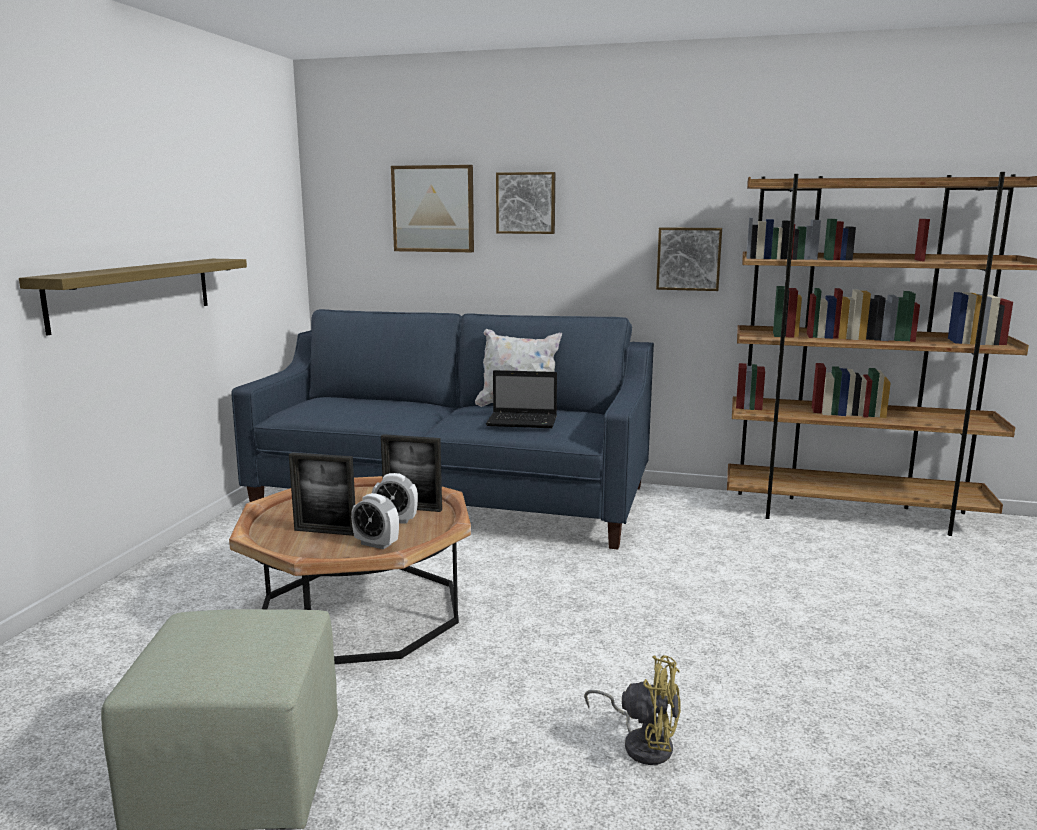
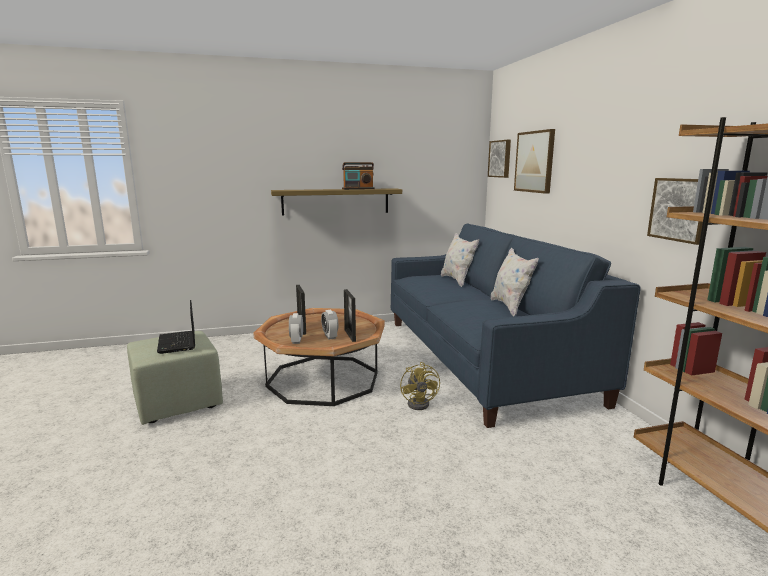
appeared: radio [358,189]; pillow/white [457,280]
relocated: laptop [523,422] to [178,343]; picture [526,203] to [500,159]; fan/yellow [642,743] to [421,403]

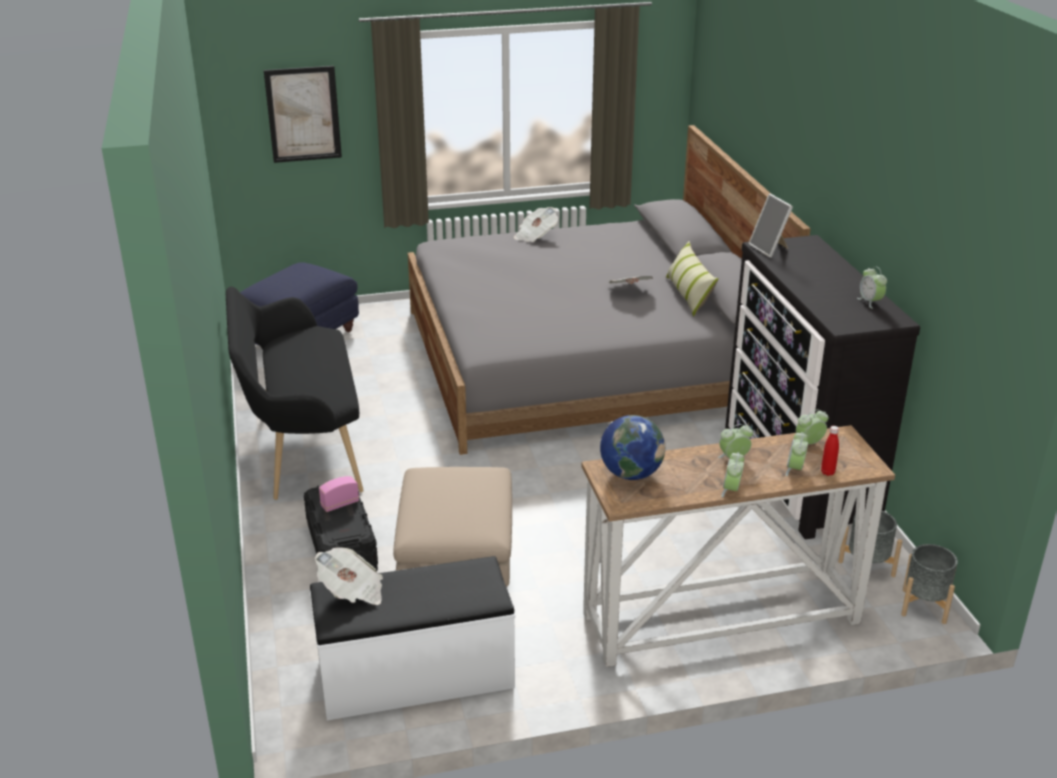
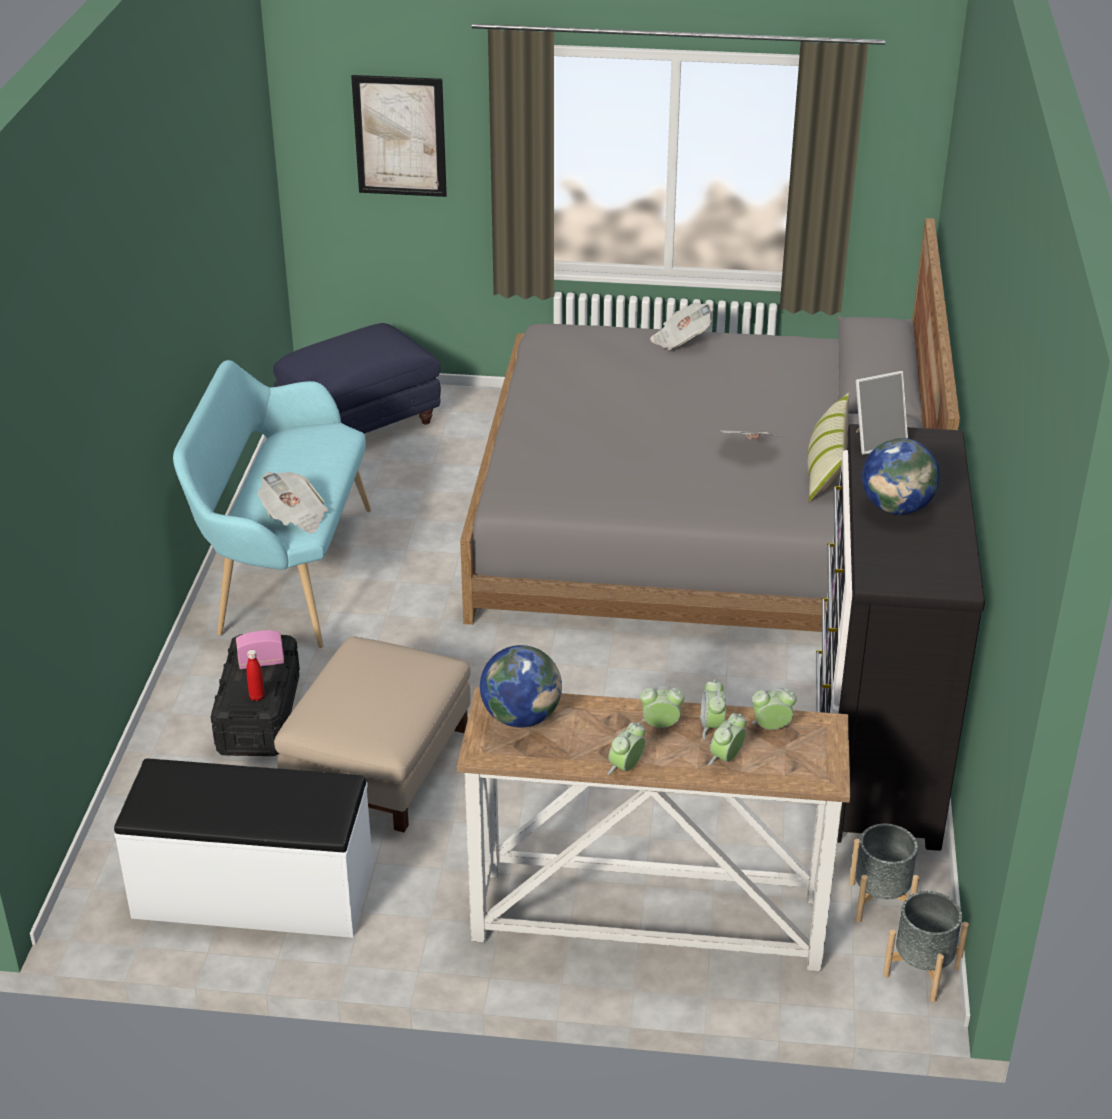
appeared: globe [896,508]
relocated: newspaper [352,591] to [295,517]; bottle/red [827,472] to [257,697]; alarm clock [870,302] to [712,726]
colour: bench/black [302,446] to bench/turquoise [286,572]
spun: picture frame [770,249] = [877,441] 105 degrees counterclockwise

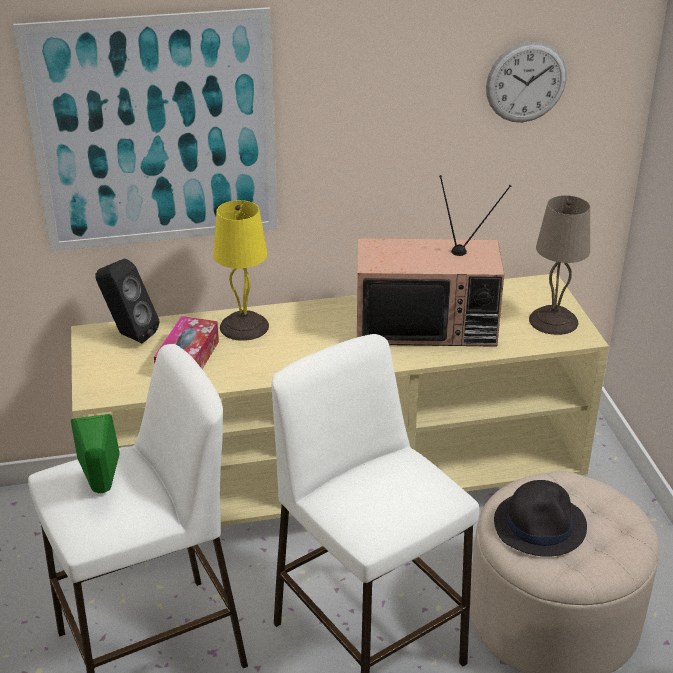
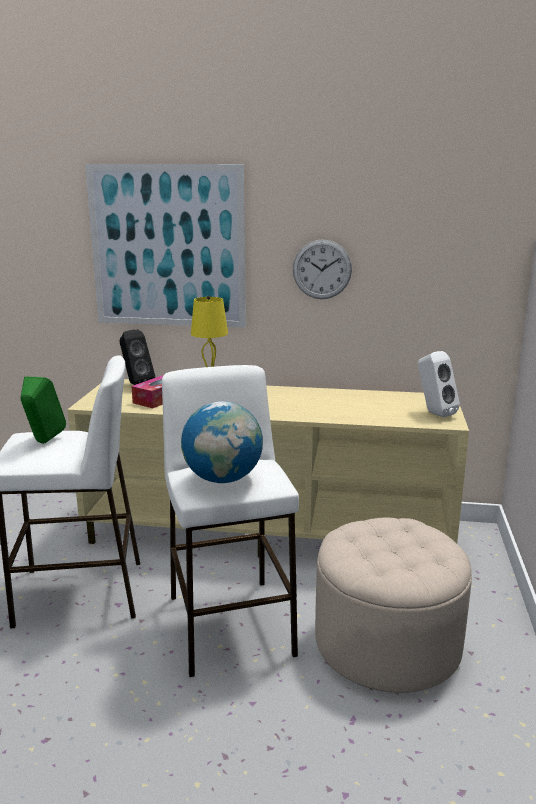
missing: television [427,325]; hat/black [540,524]
appeared: globe [223,479]
relocated: wall clock [526,82] to [322,269]
exchanged: table lamp/beige [553,320] to speaker/white [433,413]

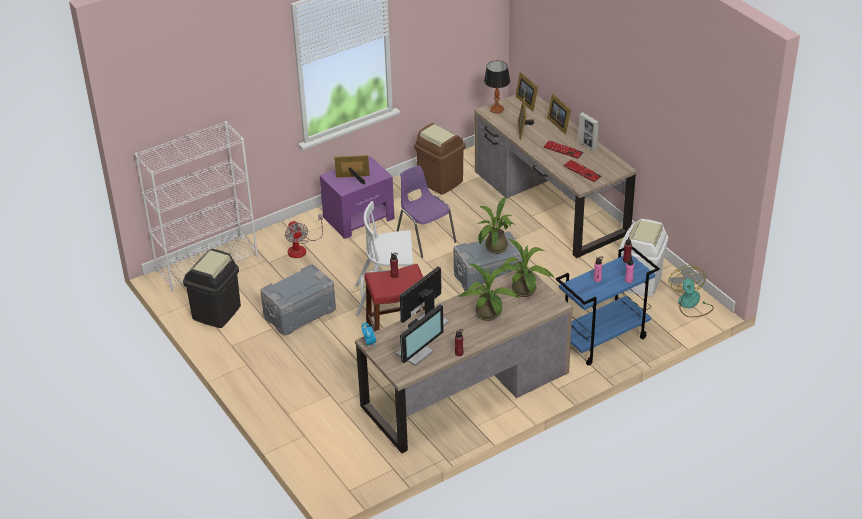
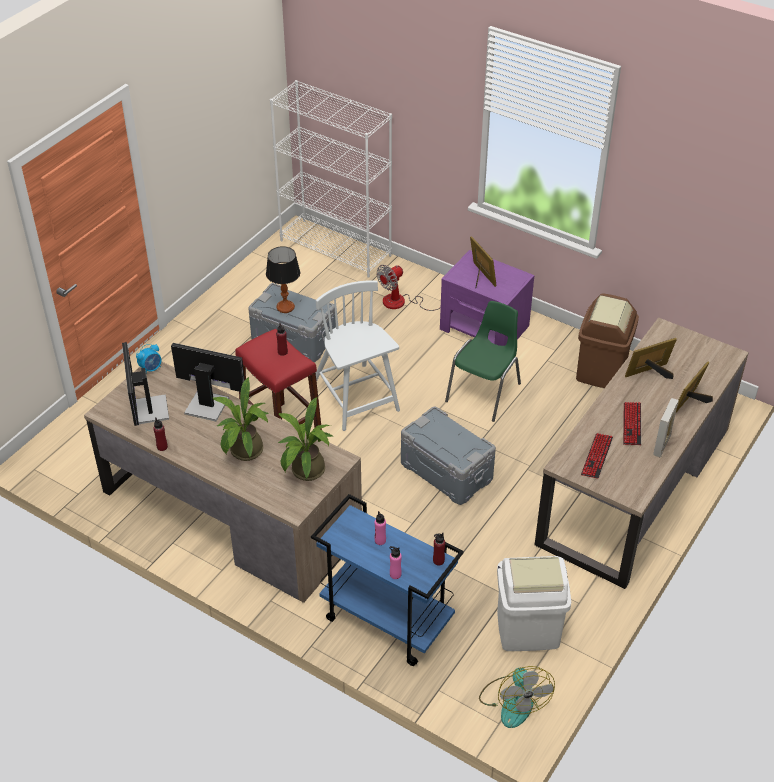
missing: trash can/black [217,313]; potted plant [494,249]; picture frame [527,102]
relocated: table lamp [497,109] to [285,307]
colour: chair/purple [425,237] to chair/green [485,392]
spun: monitor [416,353] = [148,411] 60 degrees clockwise; fan [690,304] = [513,701] 105 degrees clockwise

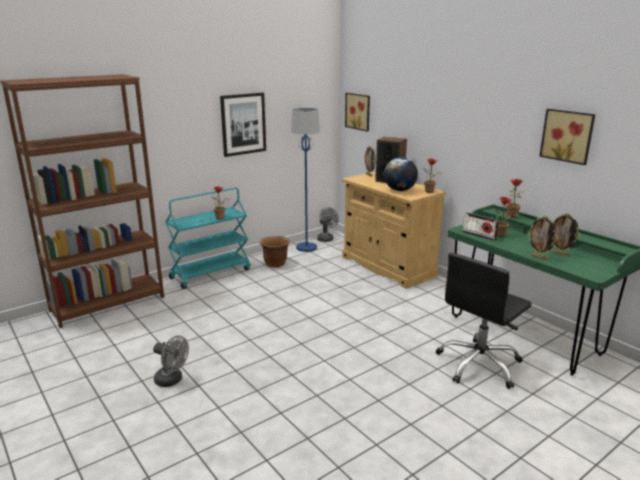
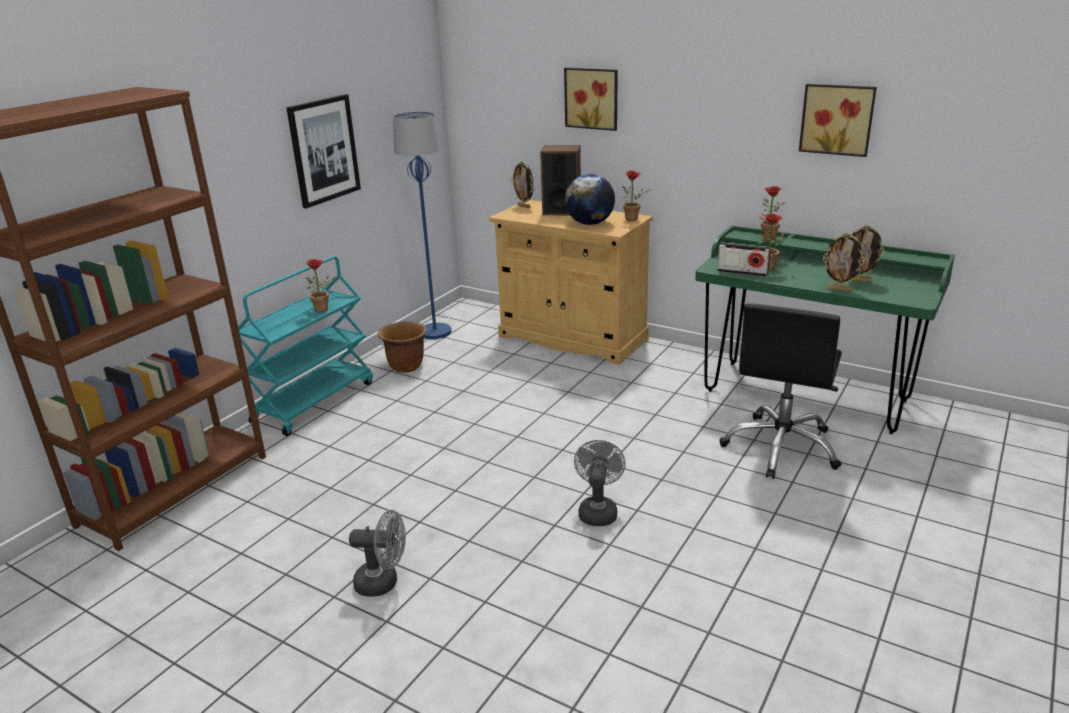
relocated: fan/grey [326,238] to [598,510]; picture [359,111] to [592,98]

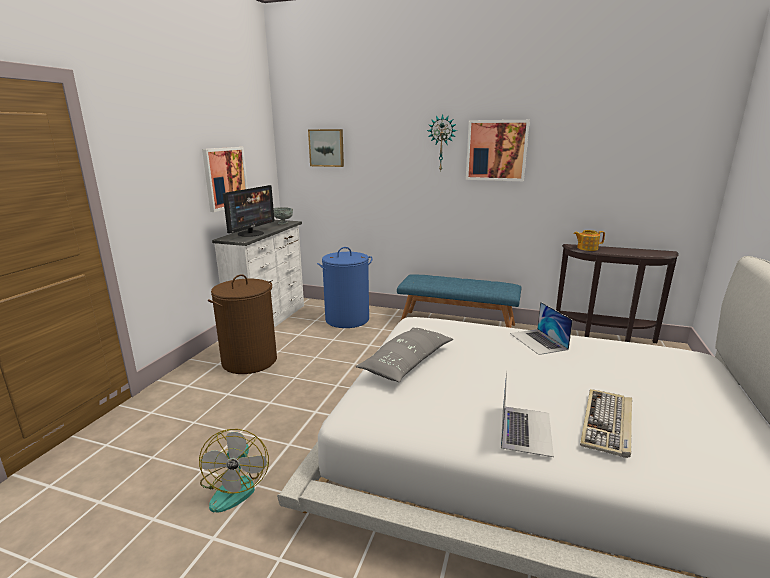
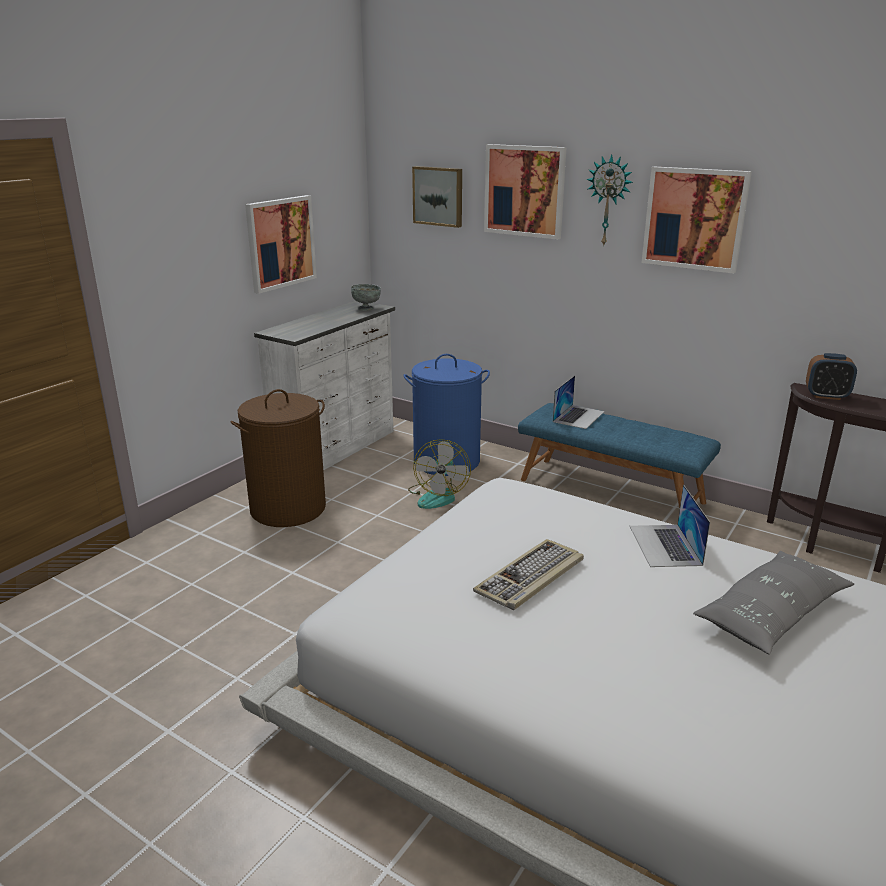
missing: monitor [251,233]
appeared: picture [524,191]
relocated: fan [235,486] to [438,496]; pillow/grey [407,363] to [771,614]; laptop [525,429] to [578,416]; keyboard [607,424] to [530,578]
exchanged: teapot [586,248] to alarm clock [826,396]

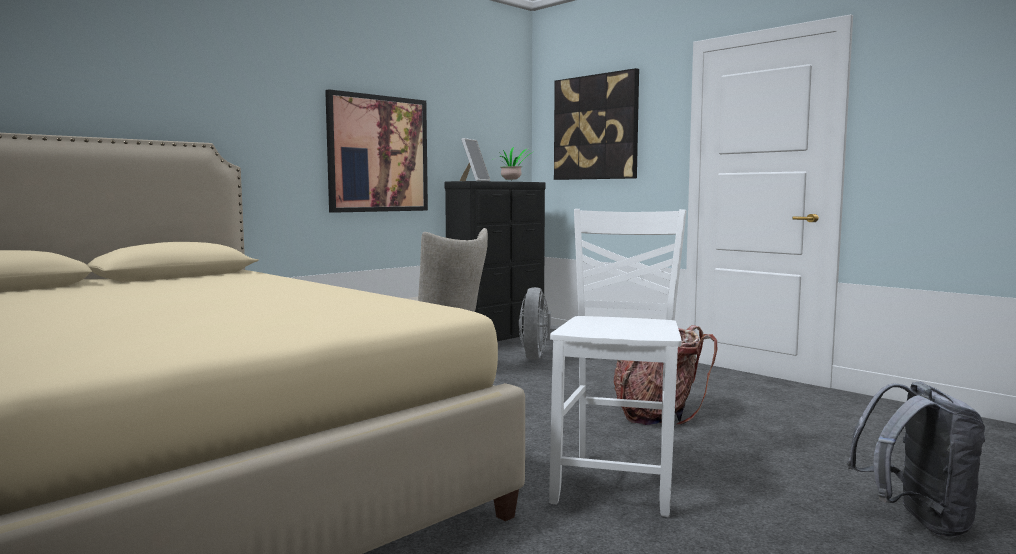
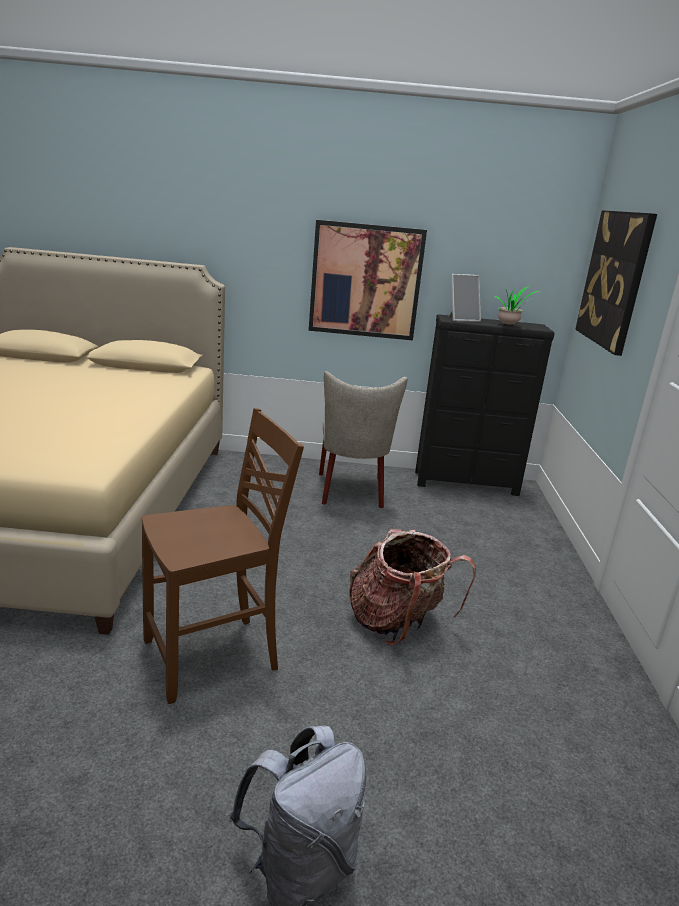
missing: fan/grey [543,358]
colour: chair/white [618,483] to chair/brown [214,656]

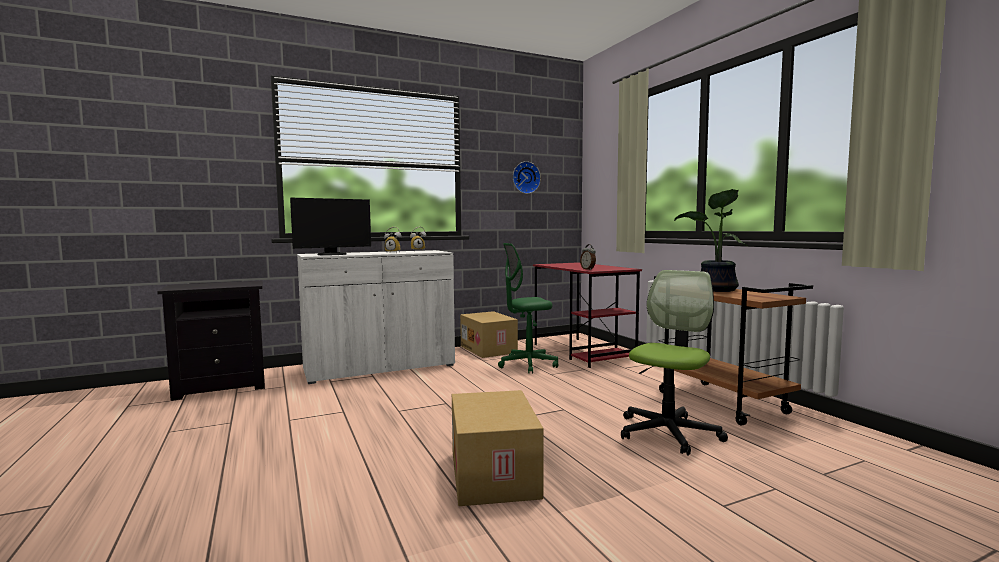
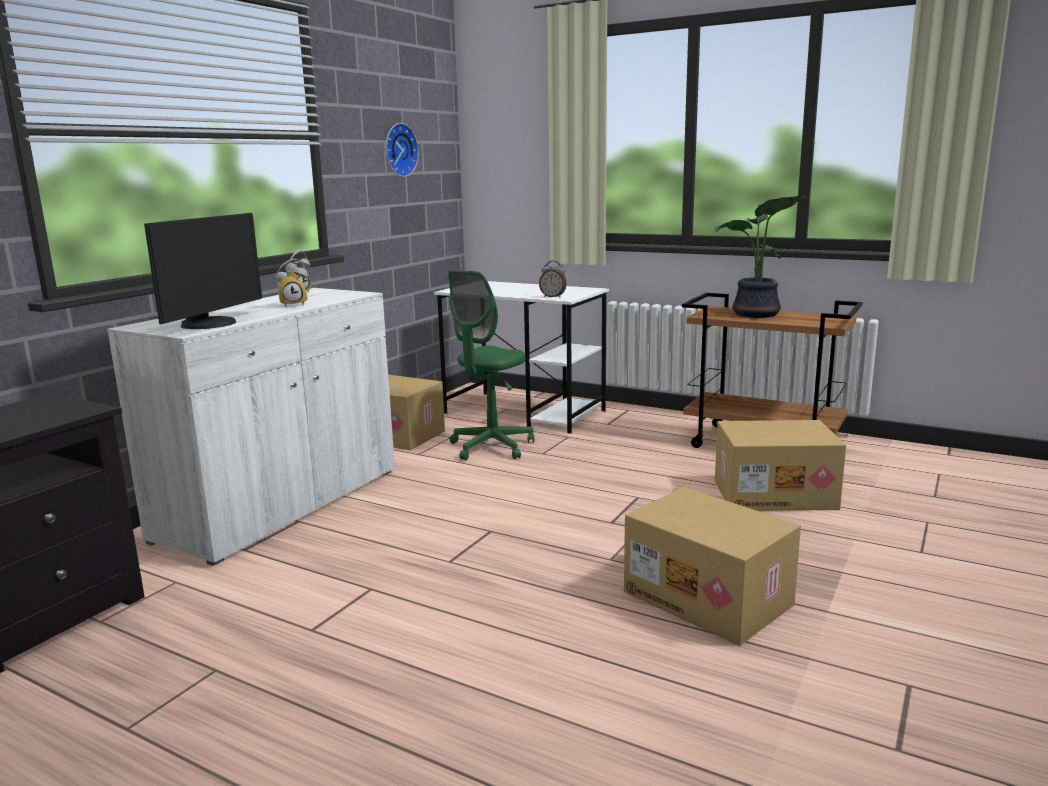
exchanged: office chair [668,433] to cardboard box [774,494]
colour: desk/red [583,352] to desk/white [525,412]

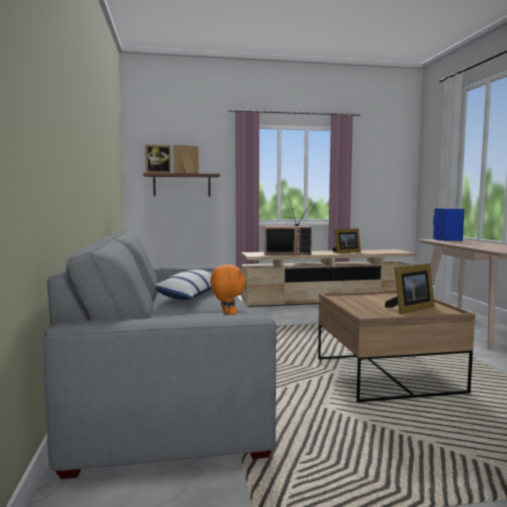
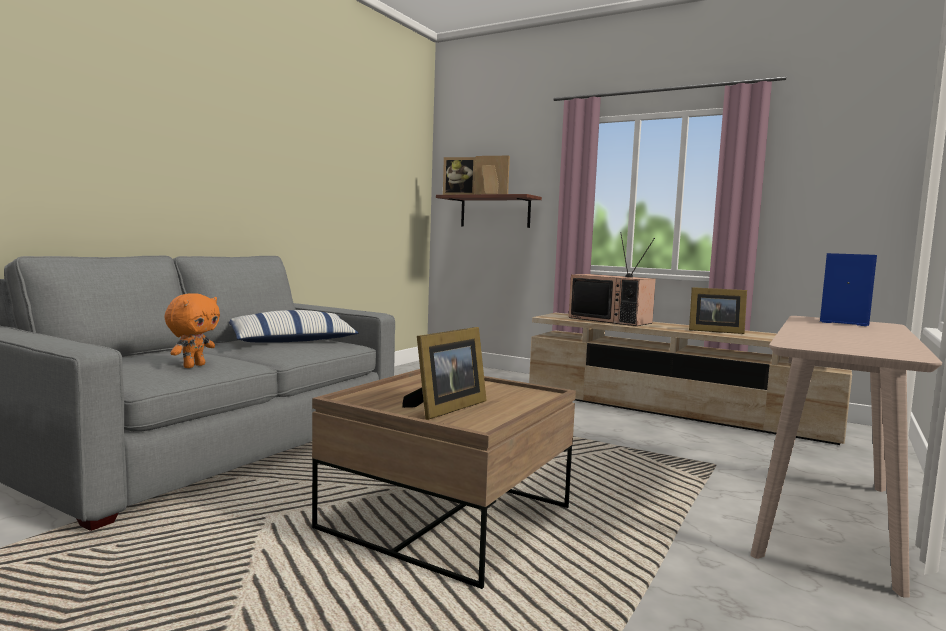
spun: picture frame [410,309] = [446,408] 60 degrees counterclockwise

